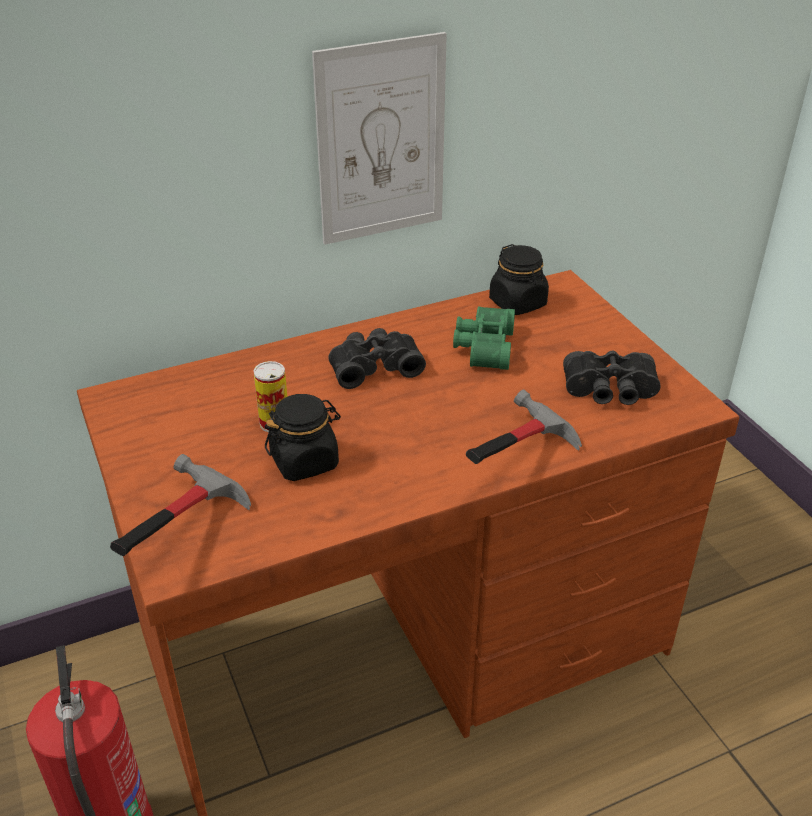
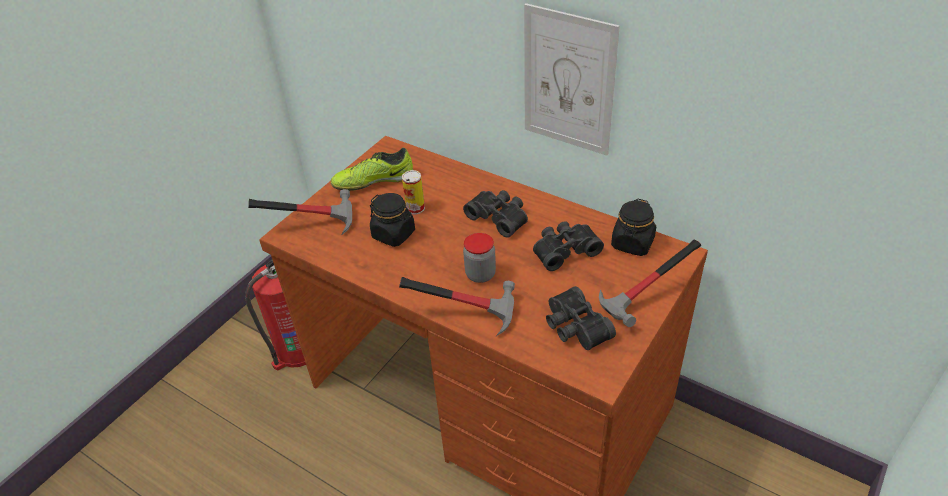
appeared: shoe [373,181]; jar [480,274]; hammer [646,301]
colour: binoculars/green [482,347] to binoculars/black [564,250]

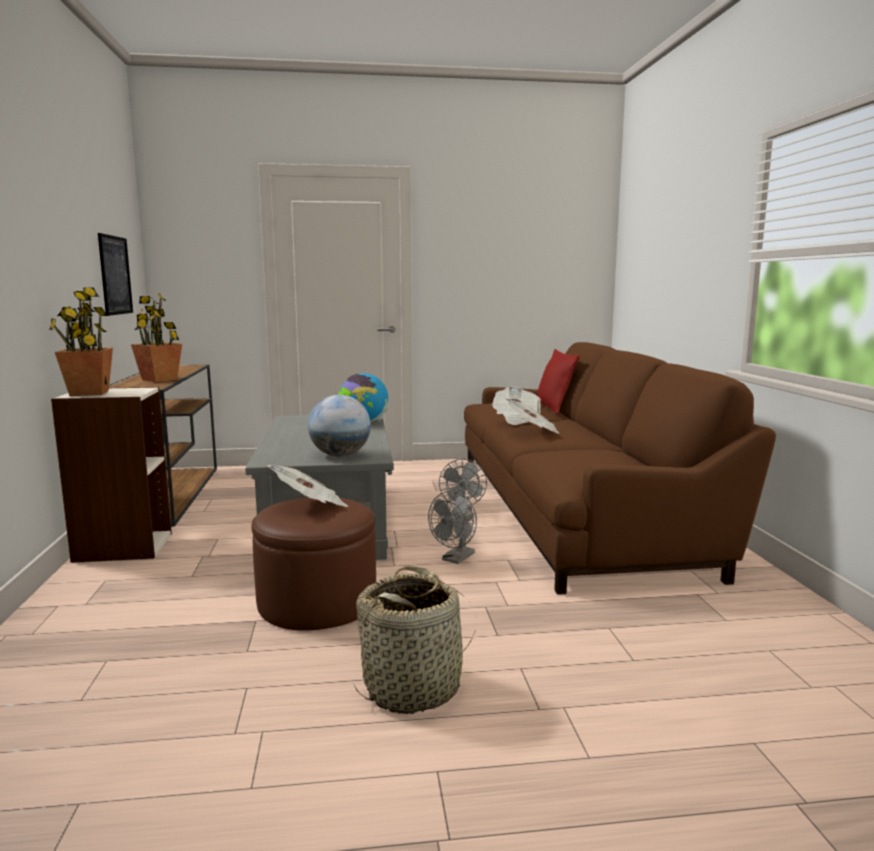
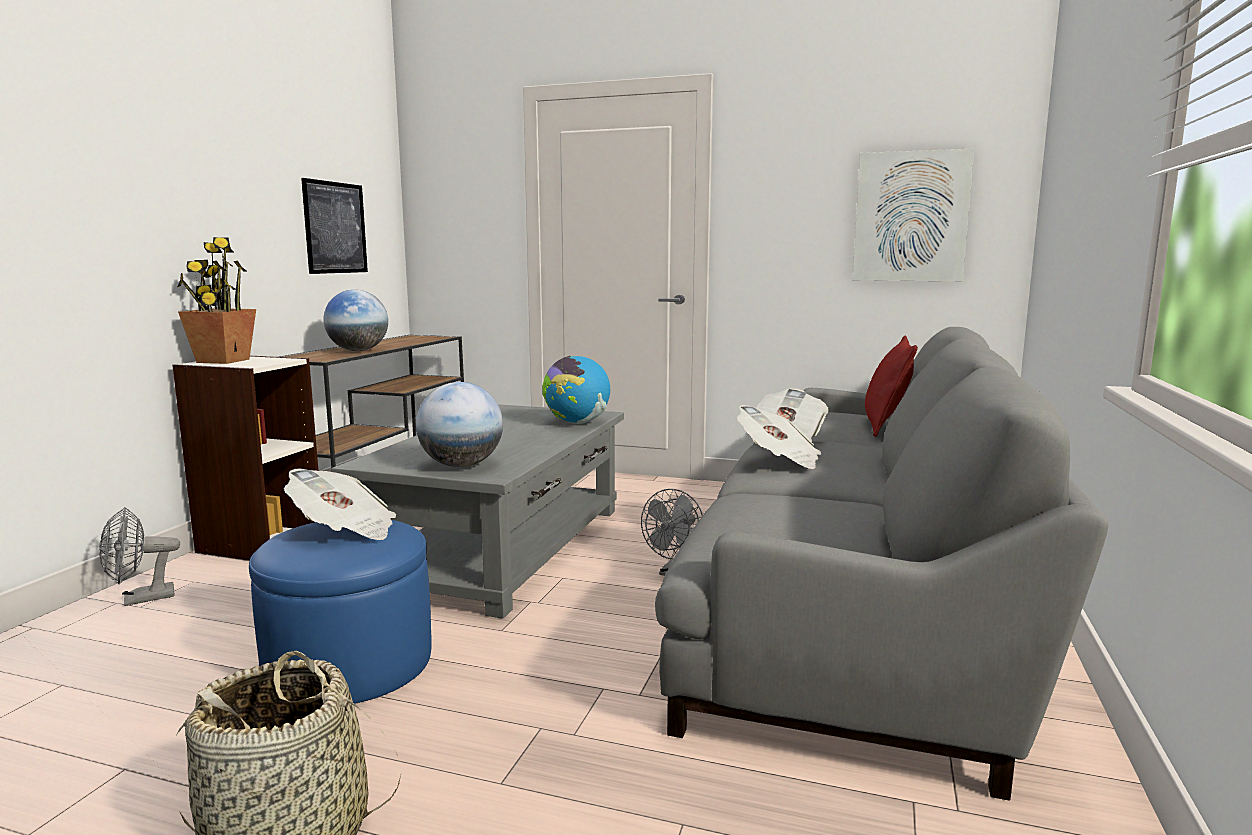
appeared: picture [910,217]
relocated: fan/grey [455,559] to [140,599]
exchanged: potted plant [160,379] to globe [358,351]
colour: ottoman/brown [317,602] to ottoman/blue [349,663]; sofa/brown [572,506] to sofa/grey [856,585]

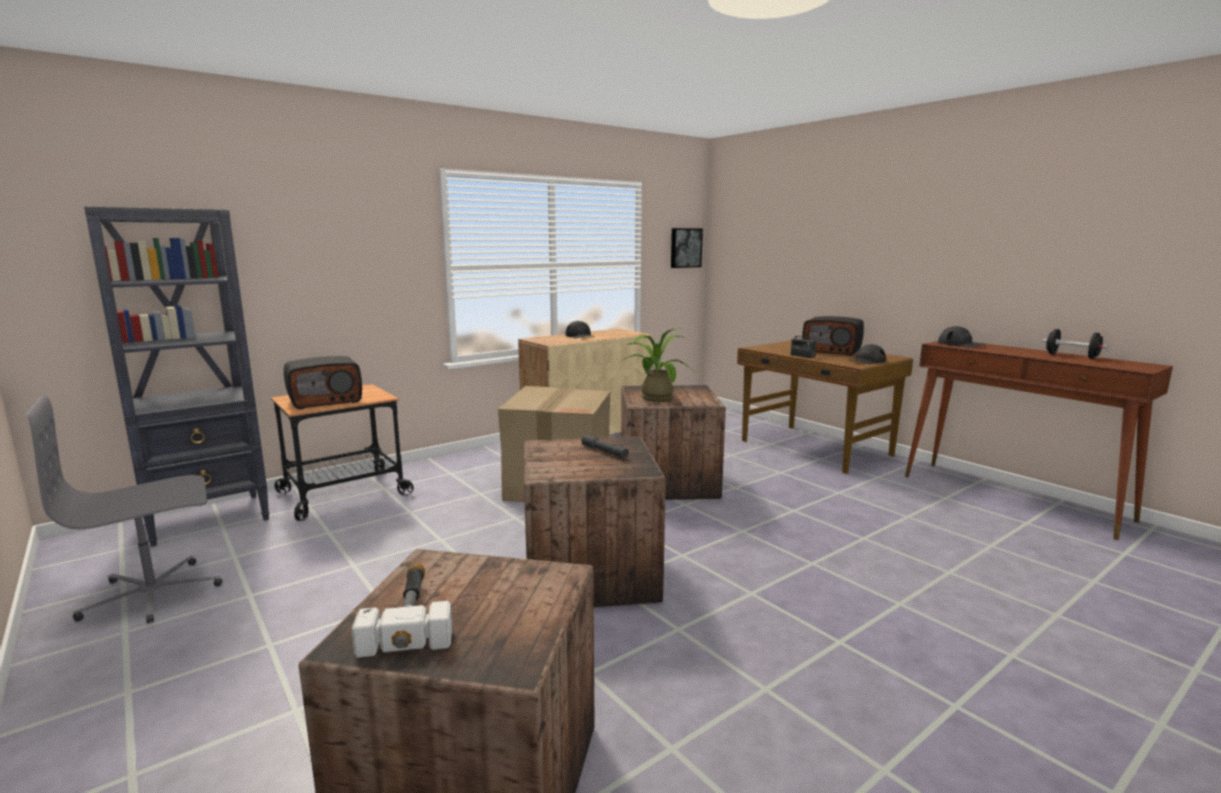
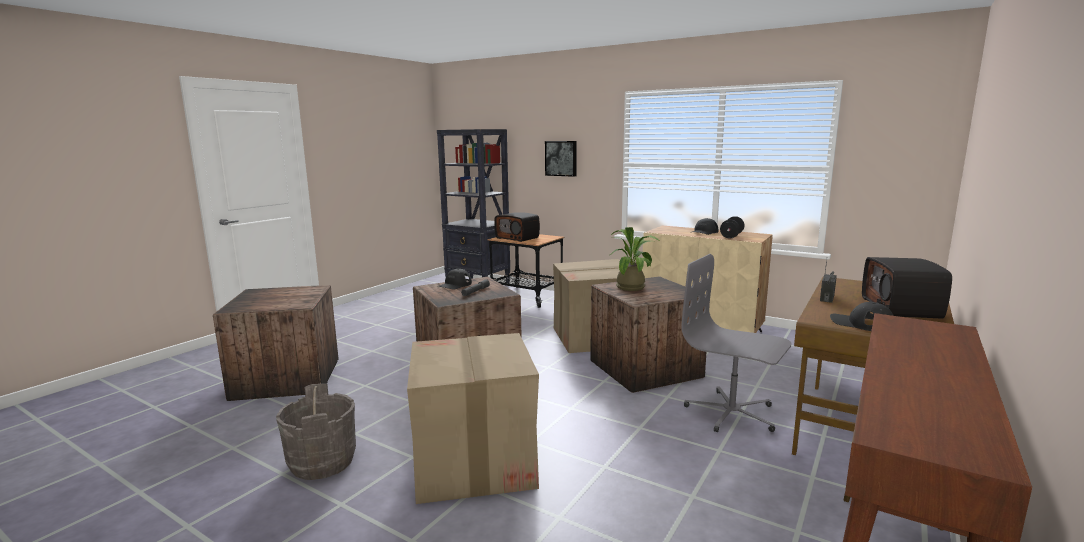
missing: hammer [411,616]
appeared: bucket/grey [322,462]; cardboard box [474,462]
relocated: office chair/grey [153,594] to [731,413]; picture [685,248] to [561,158]; cap/black [961,344] to [454,285]; dumbbell/black [1071,356] to [731,236]

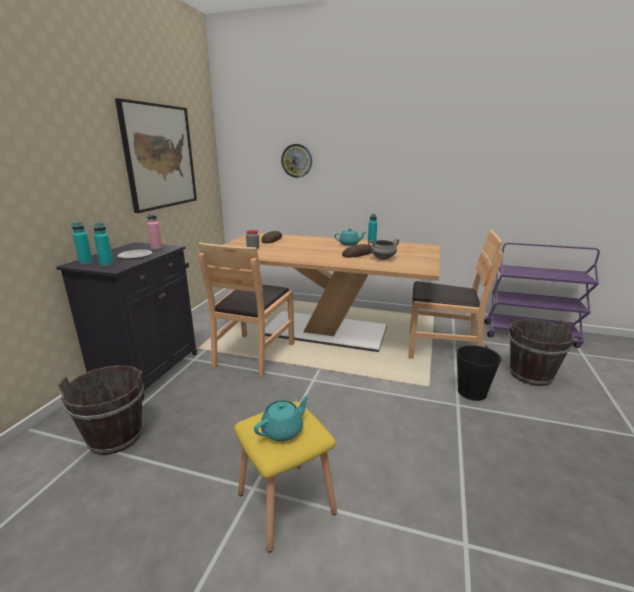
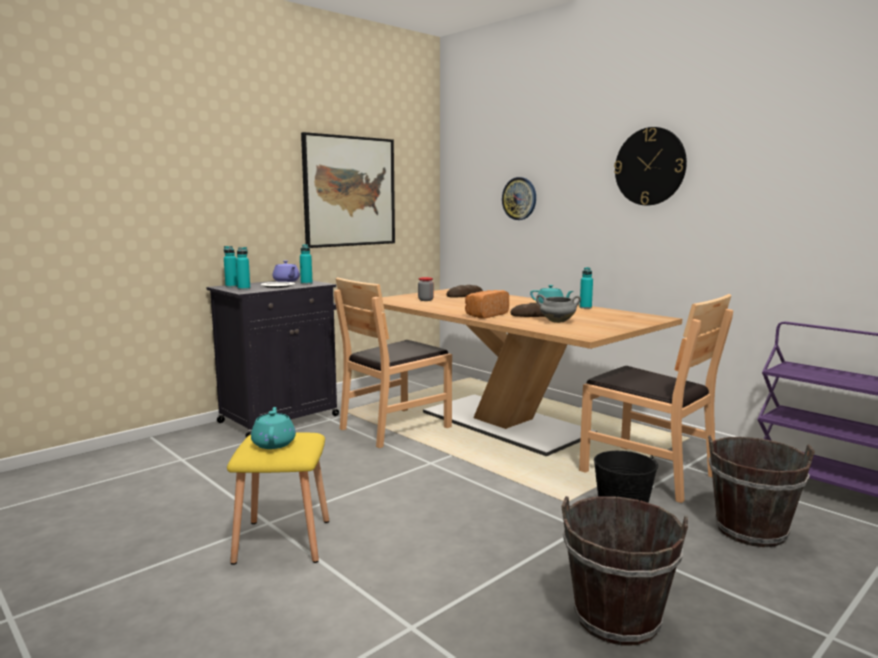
appeared: teapot/purple [286,281]; bread [485,315]; wall clock [650,166]
relocated: bucket/brown [116,437] to [617,618]
colour: bottle/pink [156,248] to bottle/turquoise [306,283]
spun: teapot/turquoise [283,430] = [274,443] 90 degrees counterclockwise

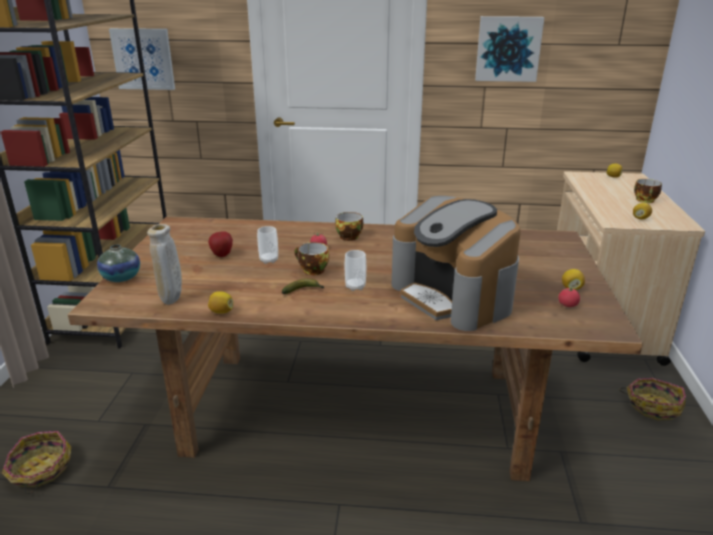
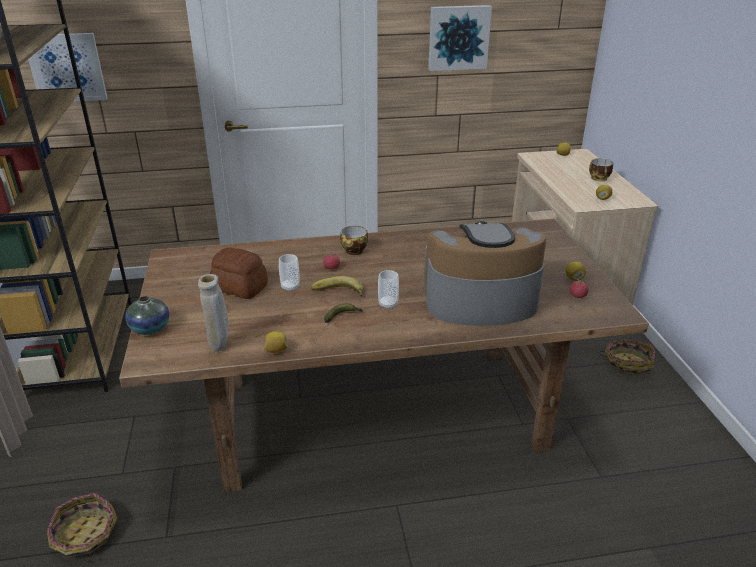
exchanged: apple [222,255] to bread [239,288]; cup [311,270] to banana [338,292]
spun: coffee machine [453,296] = [479,301] 135 degrees clockwise

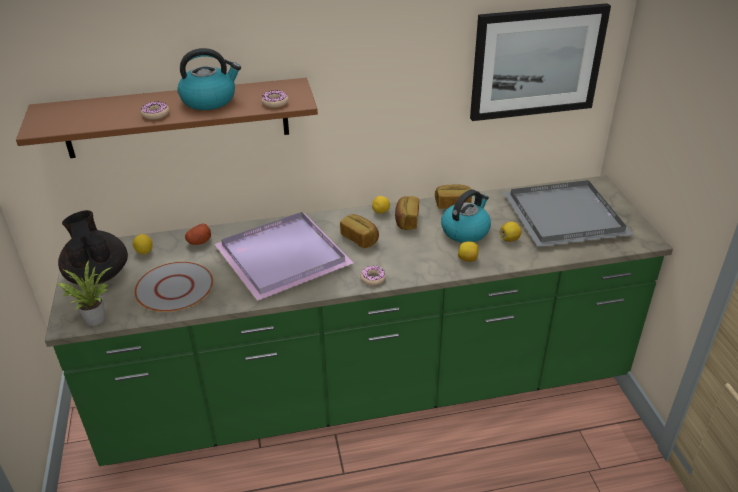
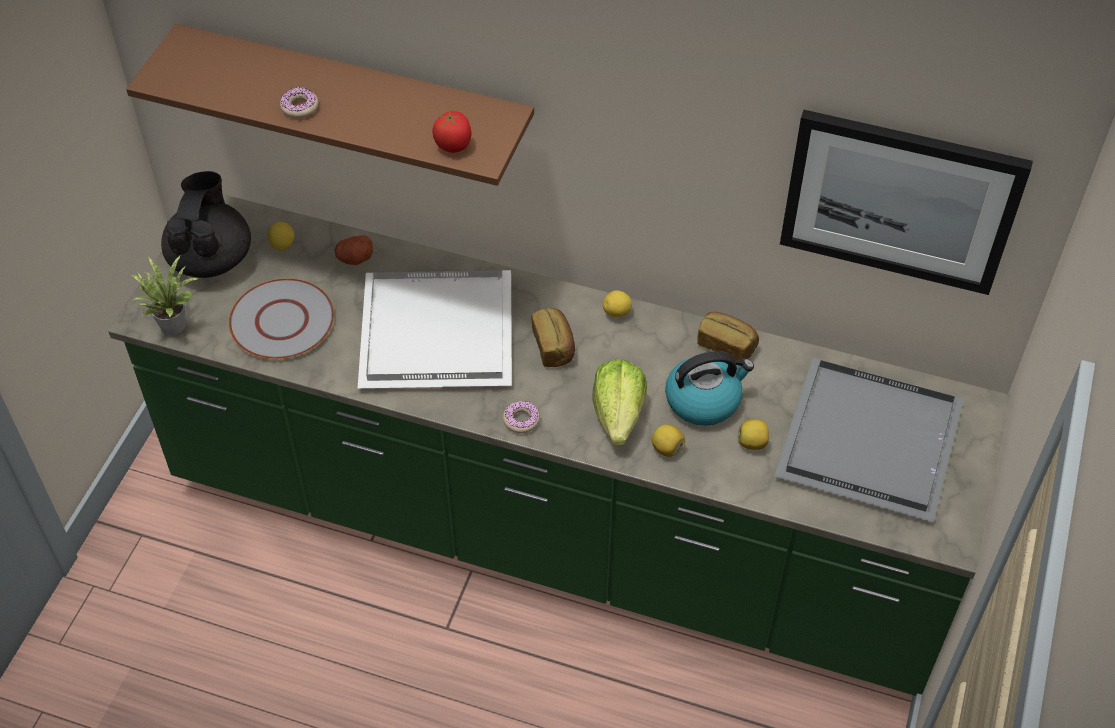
missing: kettle [209,100]; bread [406,221]
appeared: lettuce [618,415]
exchanged: donut [275,103] to tomato [453,145]
colour: tray/purple [284,255] to tray/white [440,329]

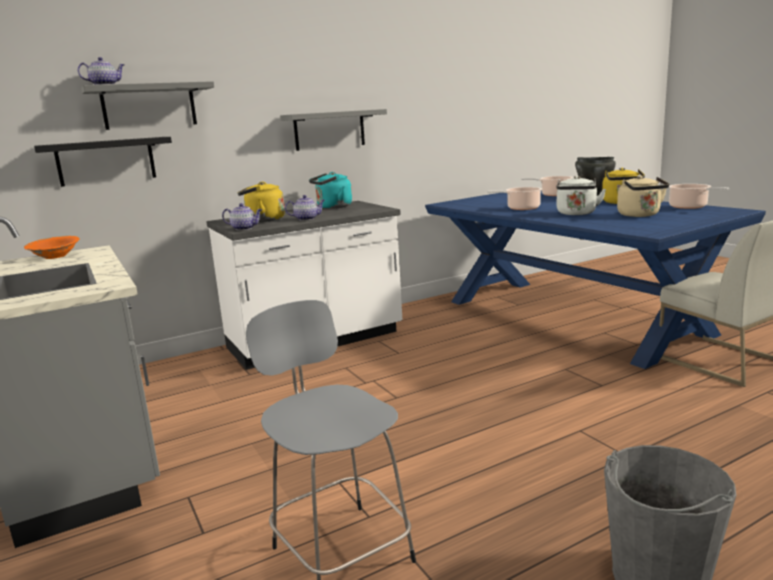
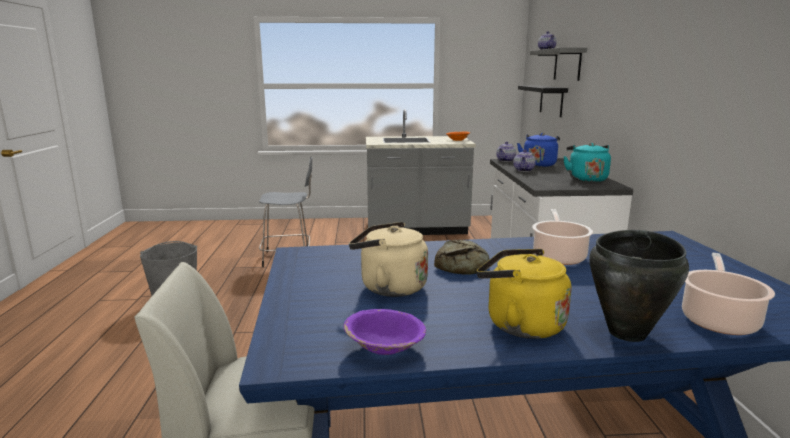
missing: shelf/grey [329,130]
exchanged: kettle/white [576,214] to bread [464,265]; cooking pot [690,207] to bowl/purple [385,348]
colour: kettle/yellow [263,220] to kettle/blue [539,164]

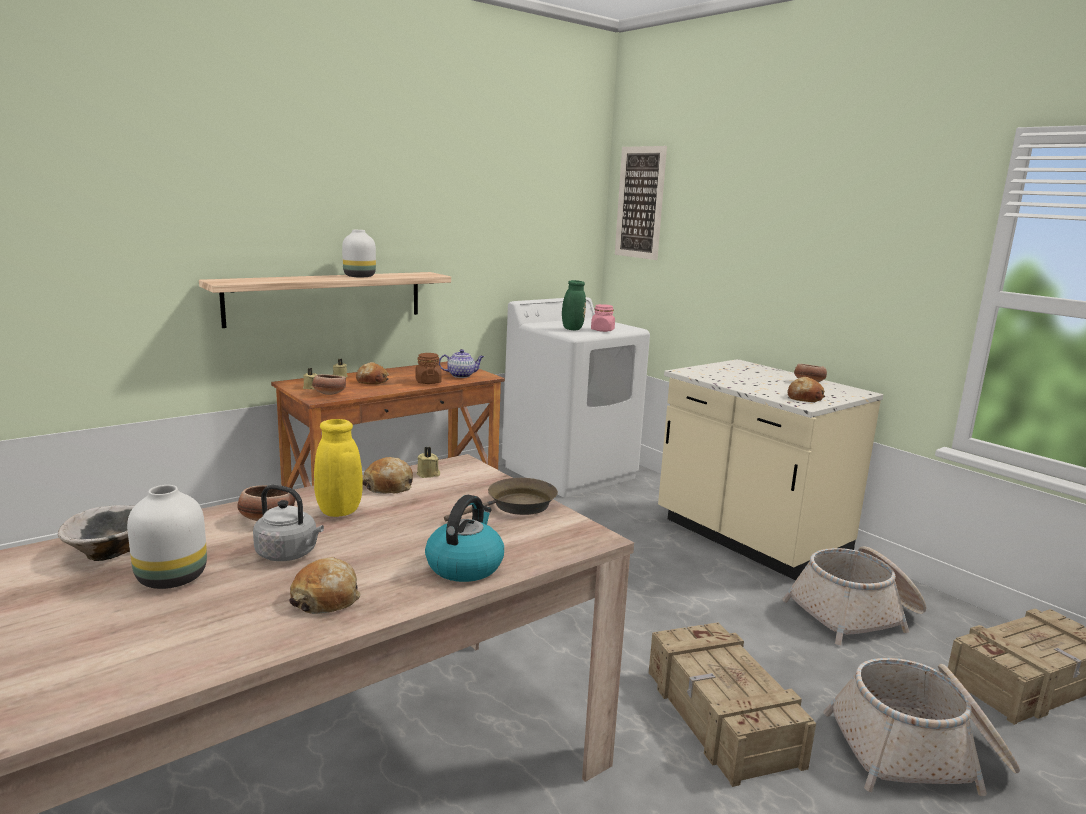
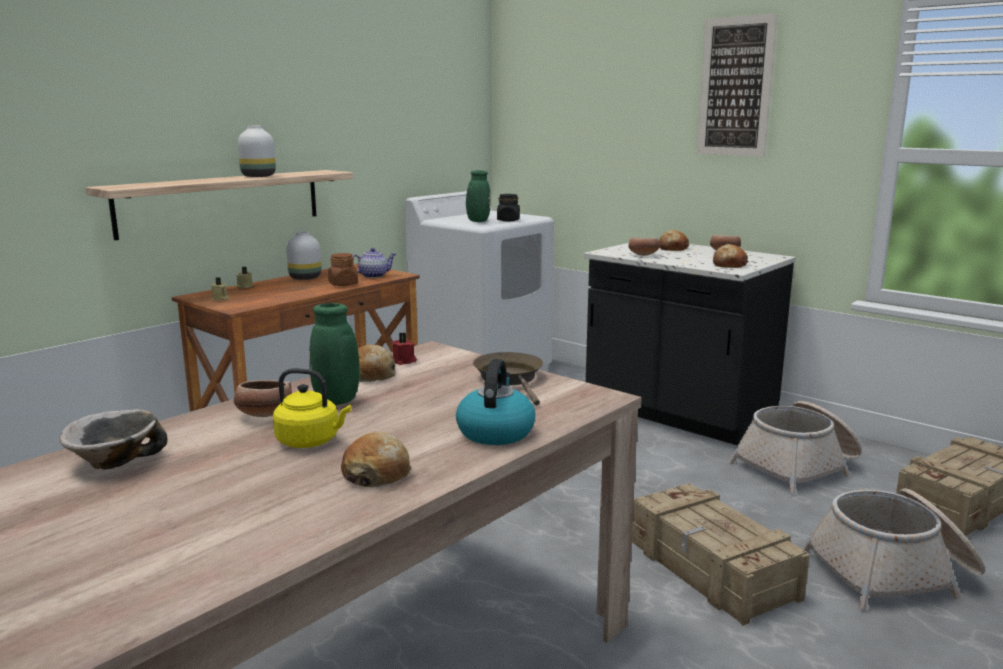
relocated: vase/white [173,578] to [306,278]; bowl [329,394] to [643,255]; bread [372,381] to [672,248]; picture [640,202] to [735,87]
colour: kettle/grey [289,554] to kettle/yellow [311,441]; vase/yellow [338,514] to vase/green [336,403]; candle/beige [428,474] to candle/red [404,361]; jar/pink [602,330] to jar/black [508,220]; counter/beige [749,540] to counter/black [678,414]
spun: frying pan/brown [516,506] = [510,379] 60 degrees counterclockwise

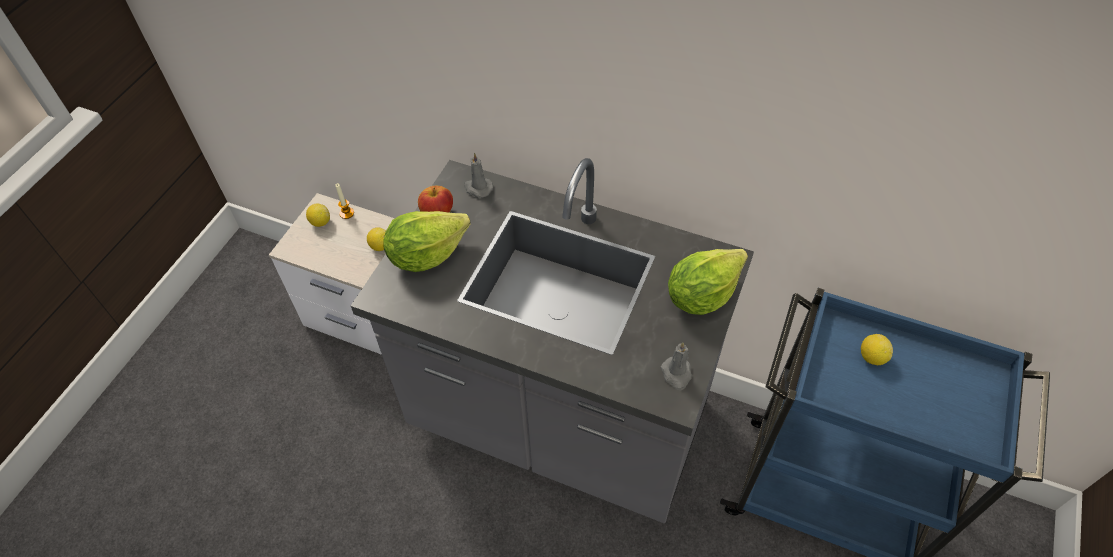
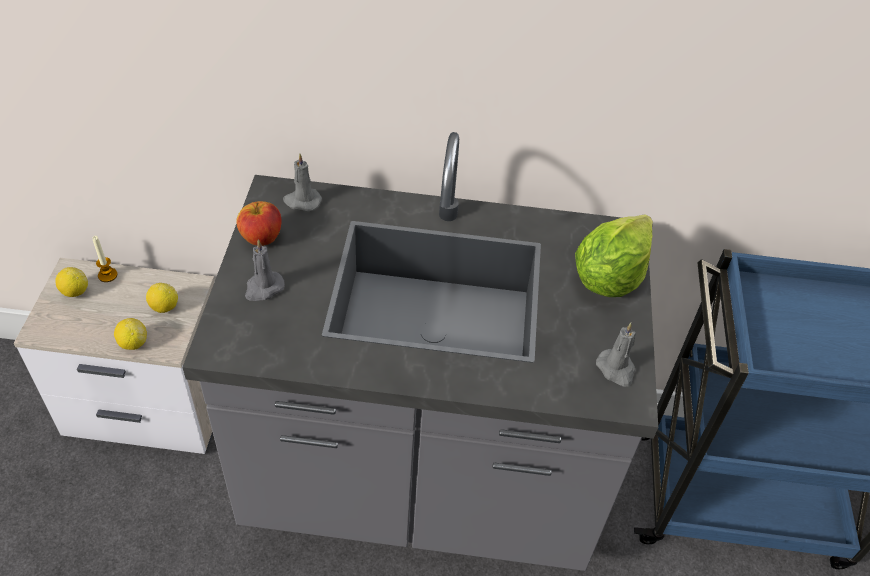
relocated: lemon [871,357] to [133,343]
exchanged: lettuce [426,254] to candle/grey [263,288]

